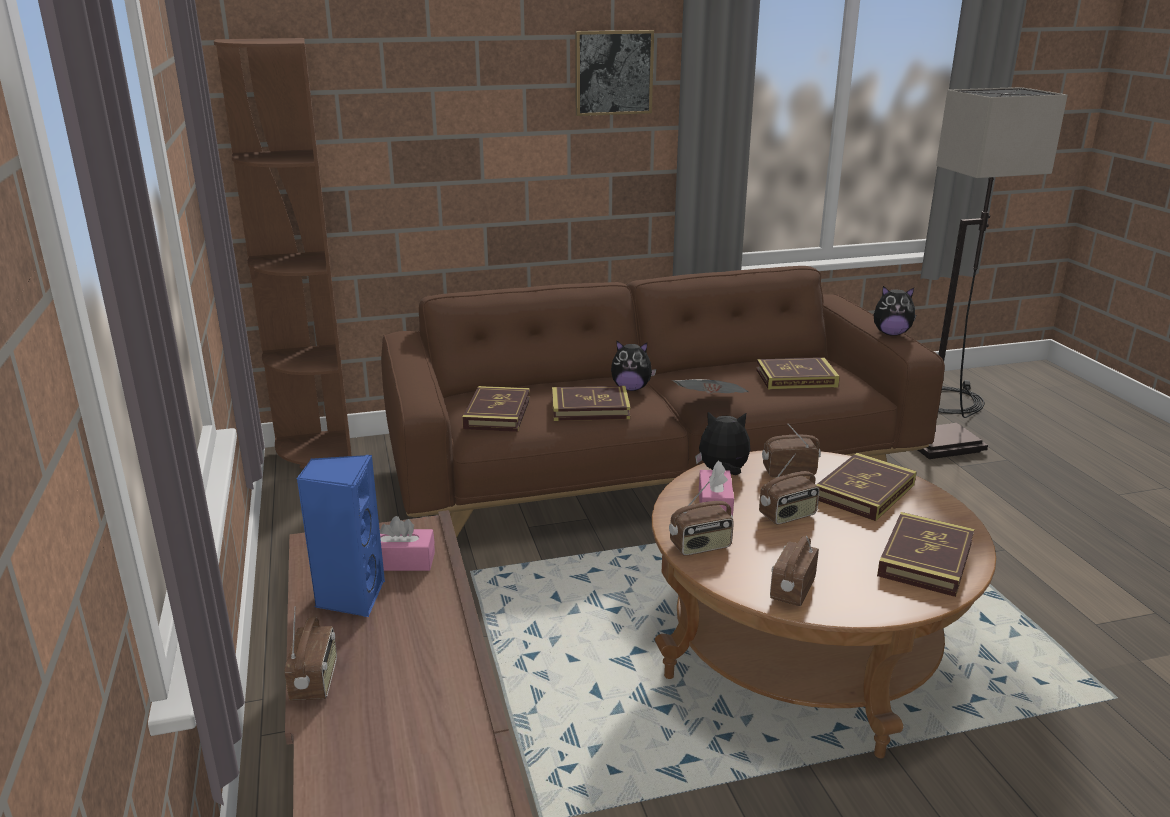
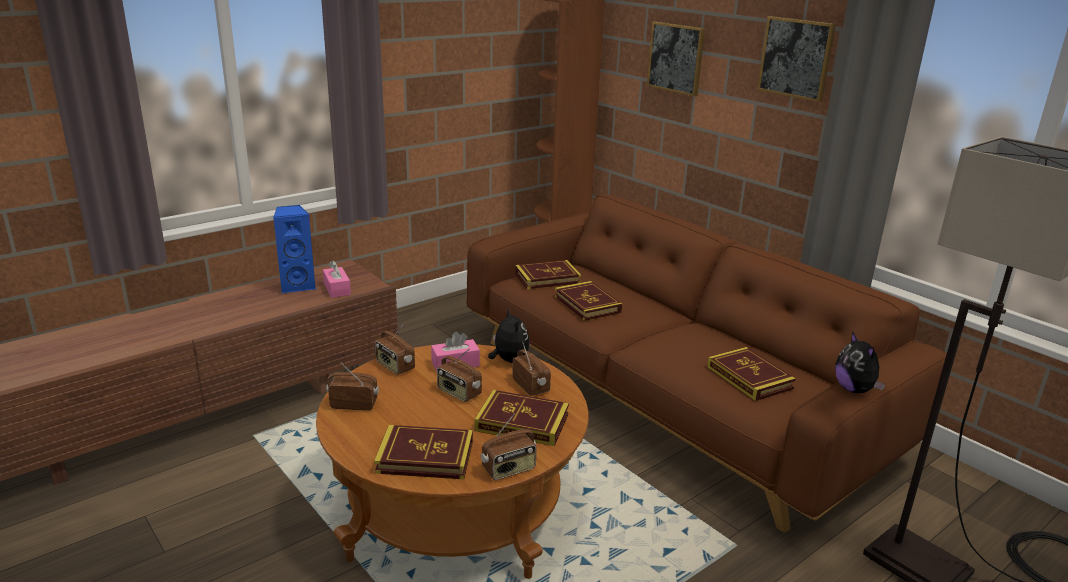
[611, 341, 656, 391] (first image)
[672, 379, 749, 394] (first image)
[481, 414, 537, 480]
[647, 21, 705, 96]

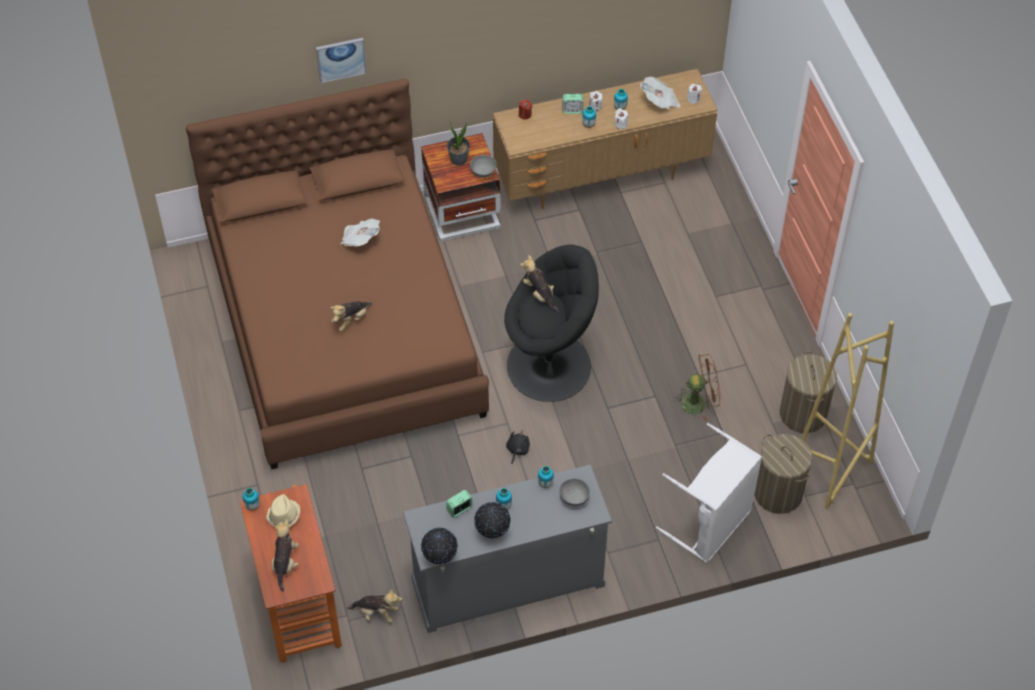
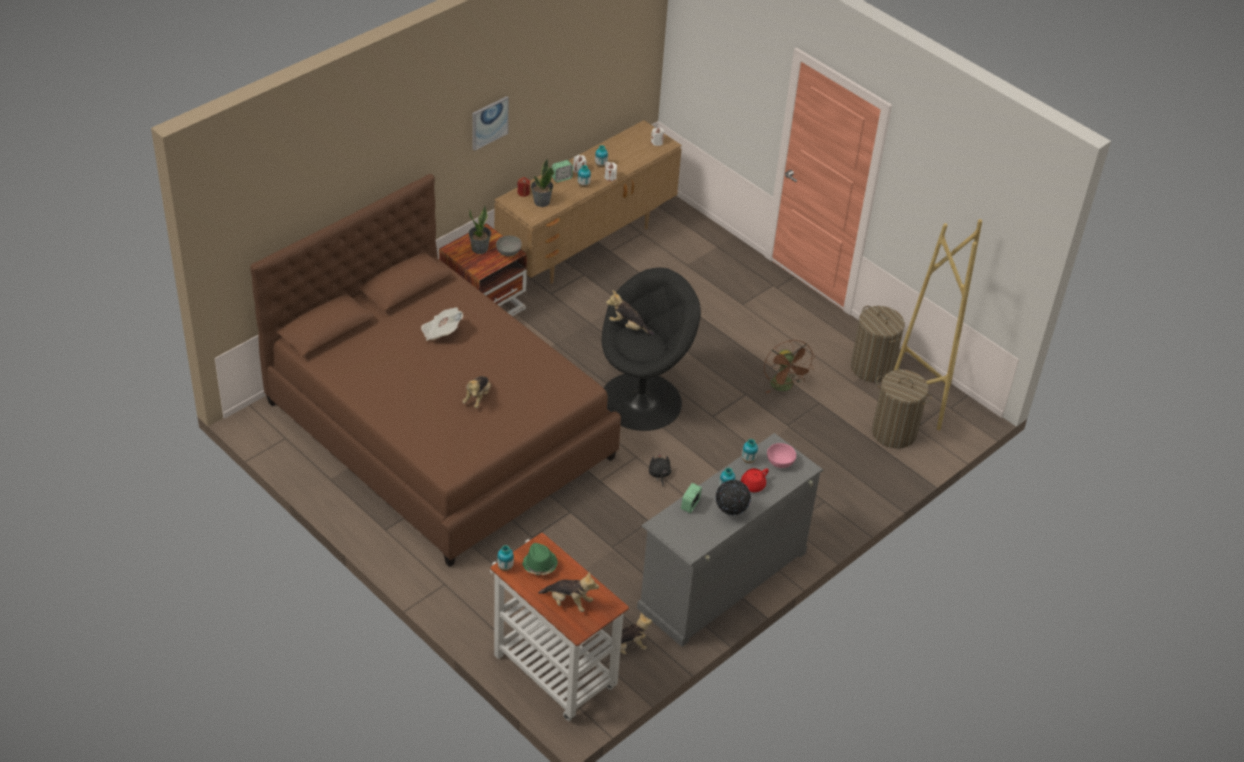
[472, 96, 509, 151]
[640, 77, 680, 109] (first image)
[764, 340, 815, 394]
[656, 423, 762, 563] (first image)
[767, 443, 796, 468]
[490, 533, 629, 721]
[522, 543, 558, 575]
[538, 571, 599, 612]
[421, 528, 458, 564] (first image)
[531, 159, 554, 207]
[741, 468, 769, 492]

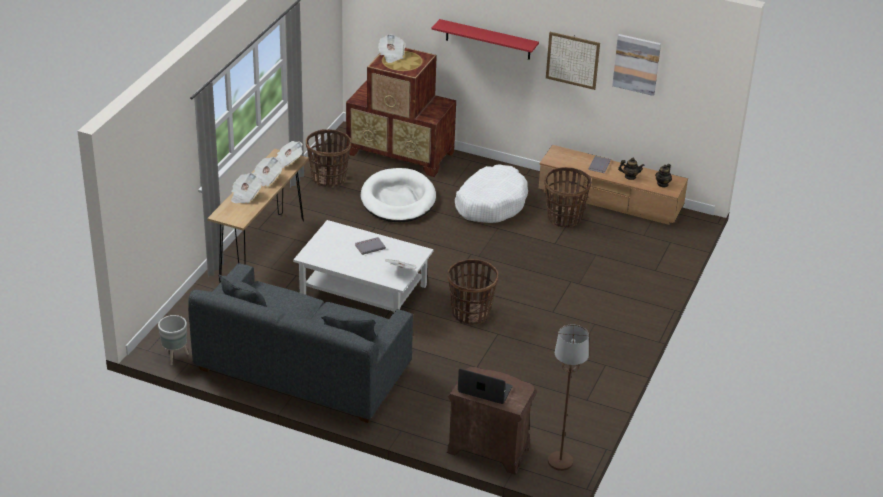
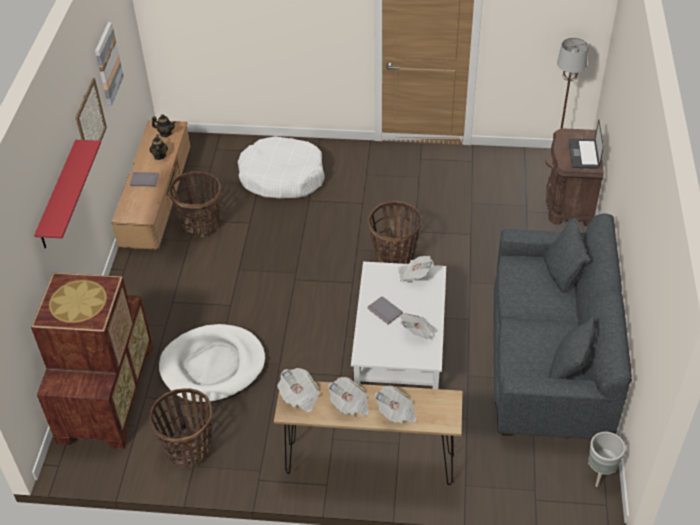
[400, 313, 438, 339]
[238, 136, 324, 198]

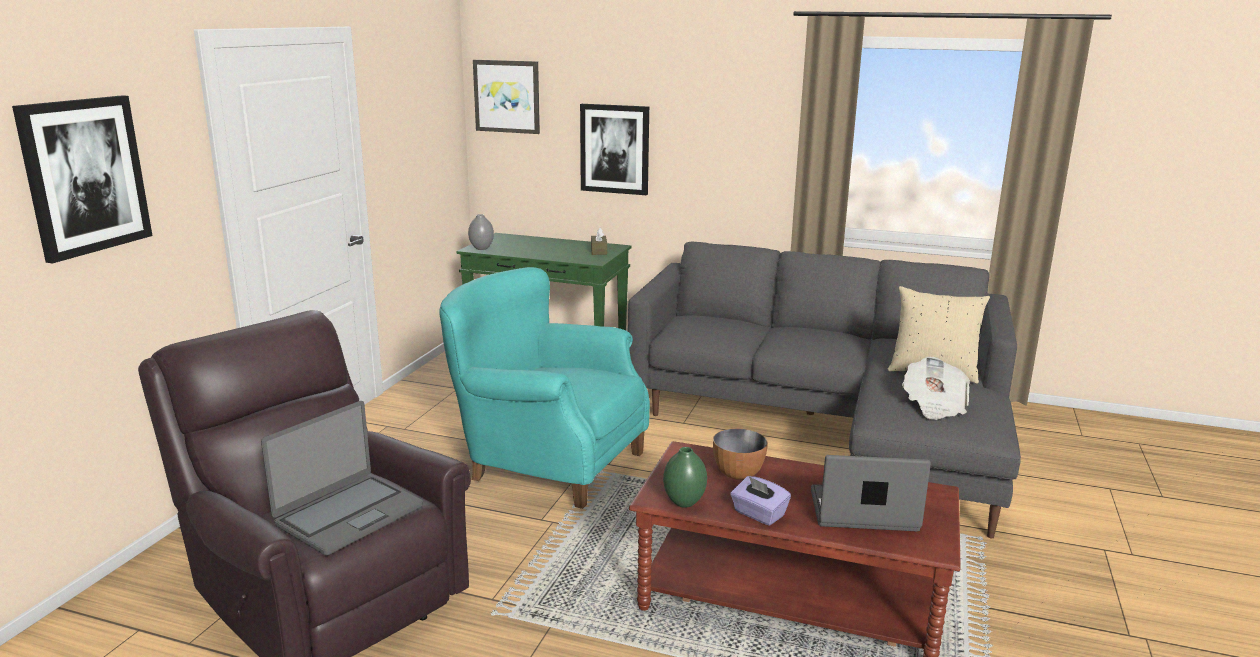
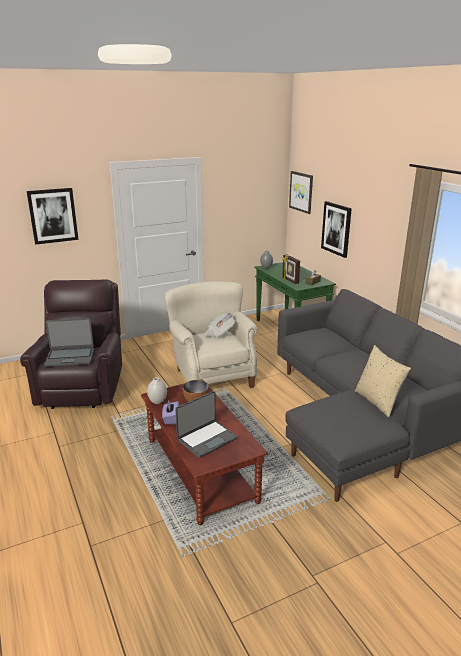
[165, 282, 258, 388]
[204, 313, 235, 338]
[147, 377, 167, 404]
[175, 391, 238, 458]
[282, 255, 300, 284]

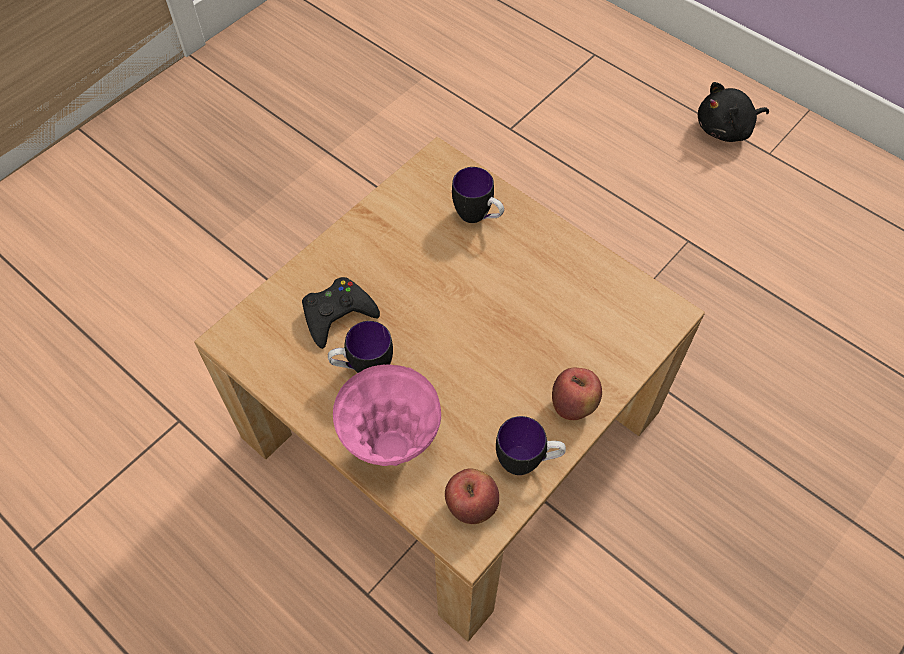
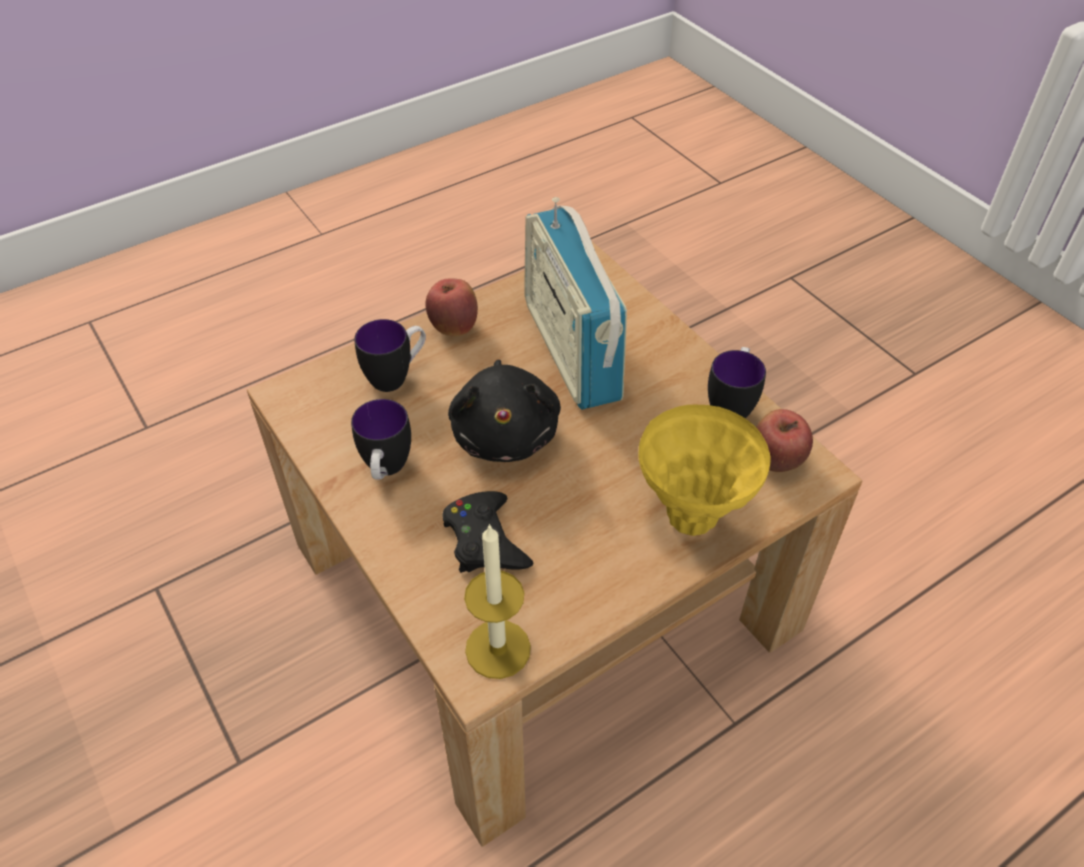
[448, 360, 561, 462]
[351, 399, 411, 480]
[638, 405, 771, 536]
[425, 279, 478, 336]
[524, 197, 627, 410]
[464, 524, 531, 679]

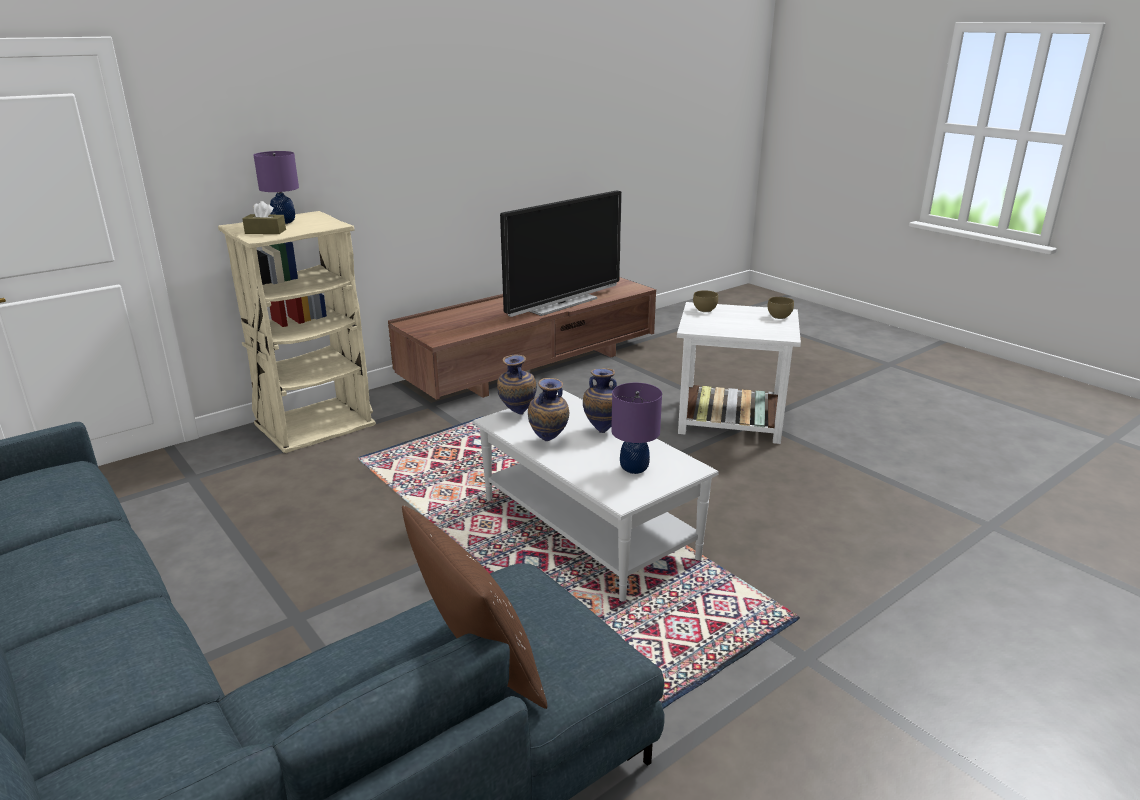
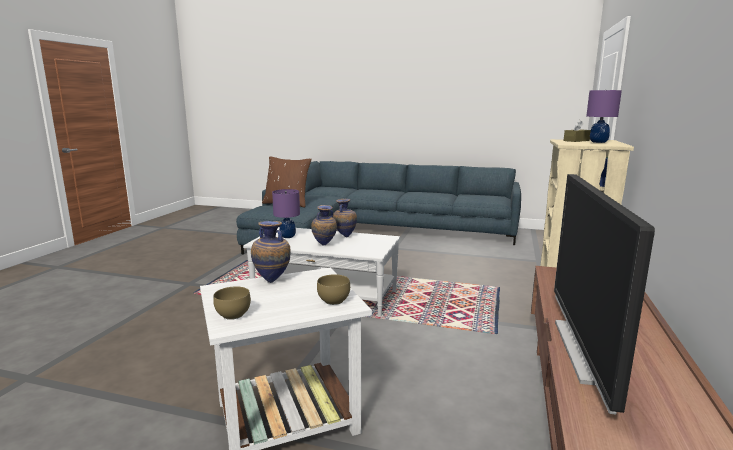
[251, 221, 290, 283]

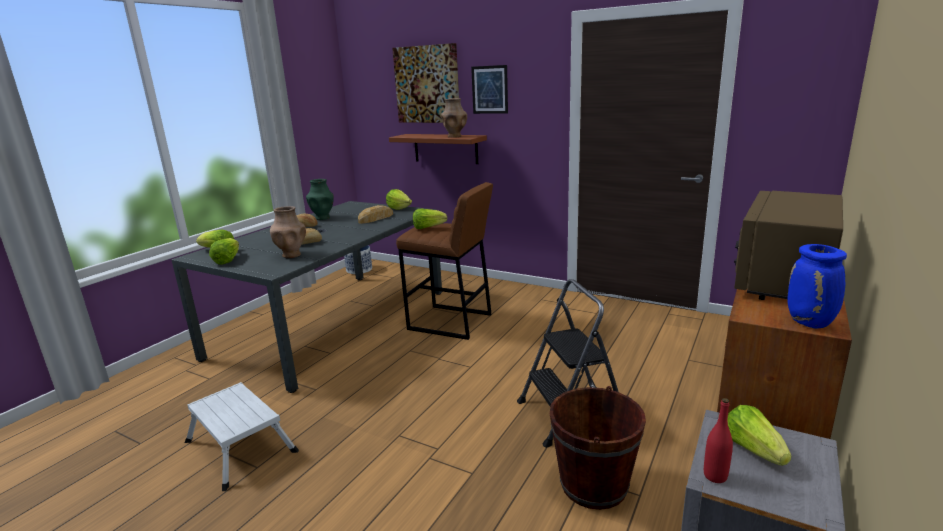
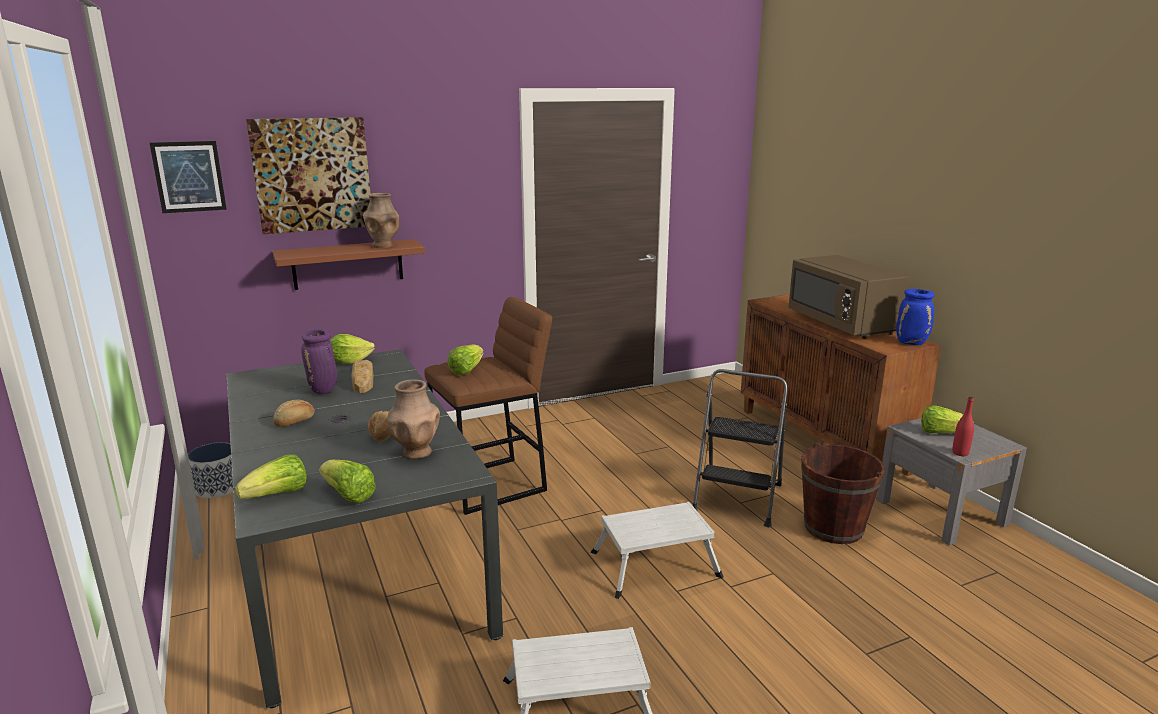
[150, 141, 227, 213]
[306, 179, 334, 220] (first image)
[301, 330, 337, 394]
[590, 502, 724, 599]

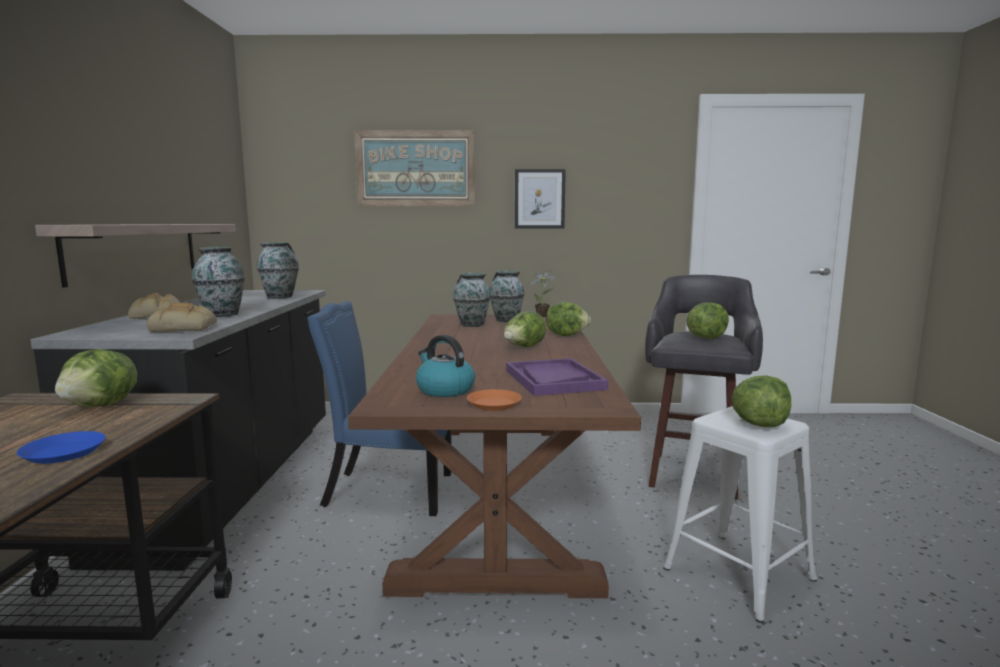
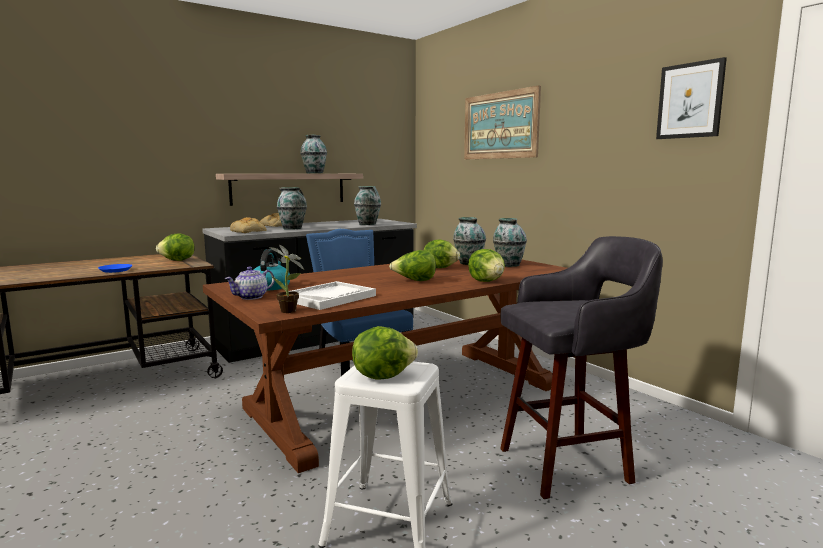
[656, 57, 727, 139]
[269, 244, 304, 313]
[424, 239, 460, 268]
[292, 281, 376, 310]
[225, 267, 275, 300]
[300, 134, 327, 173]

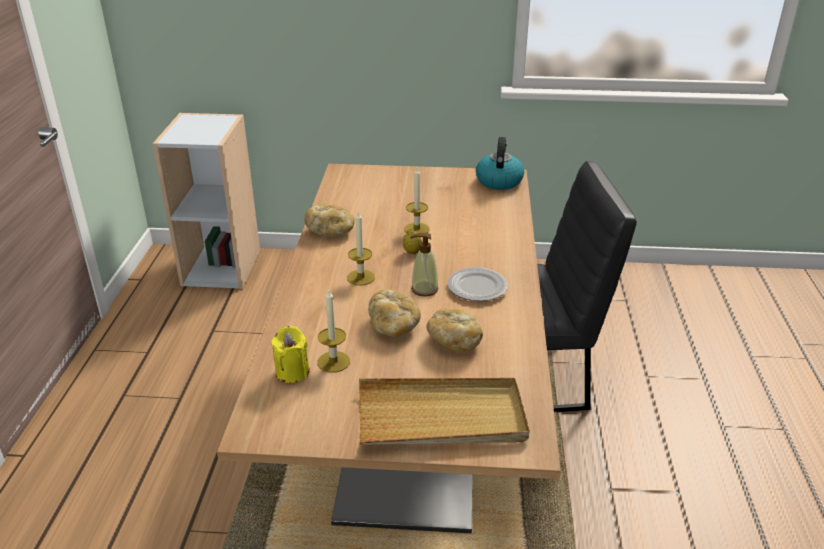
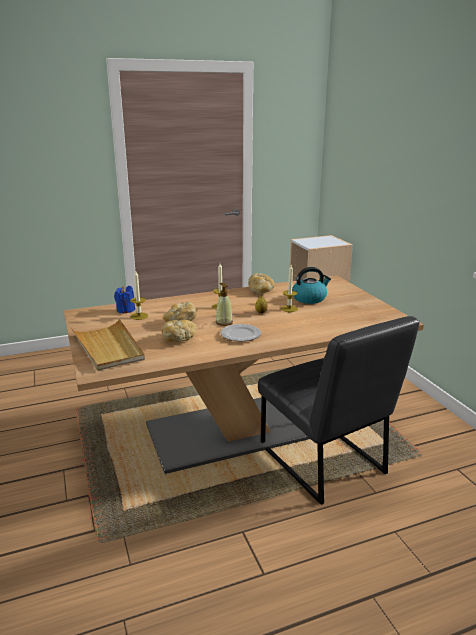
[292, 267, 331, 304]
[114, 285, 135, 314]

